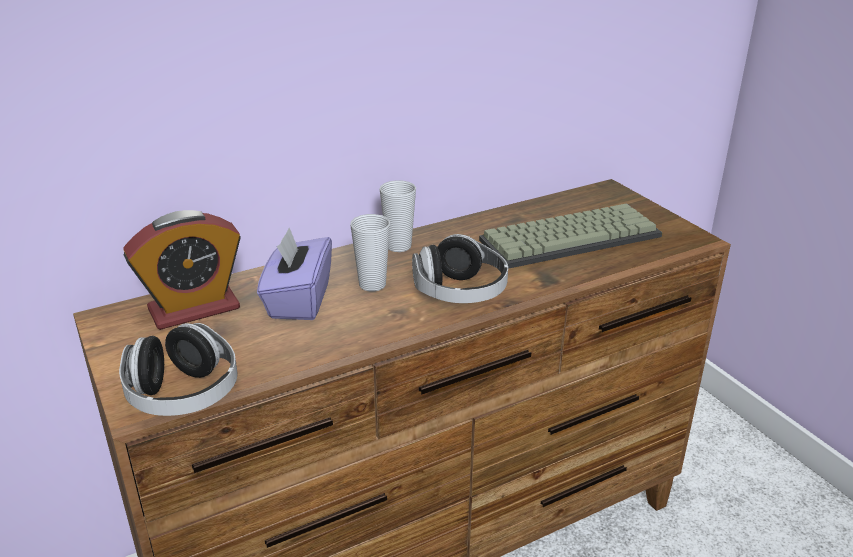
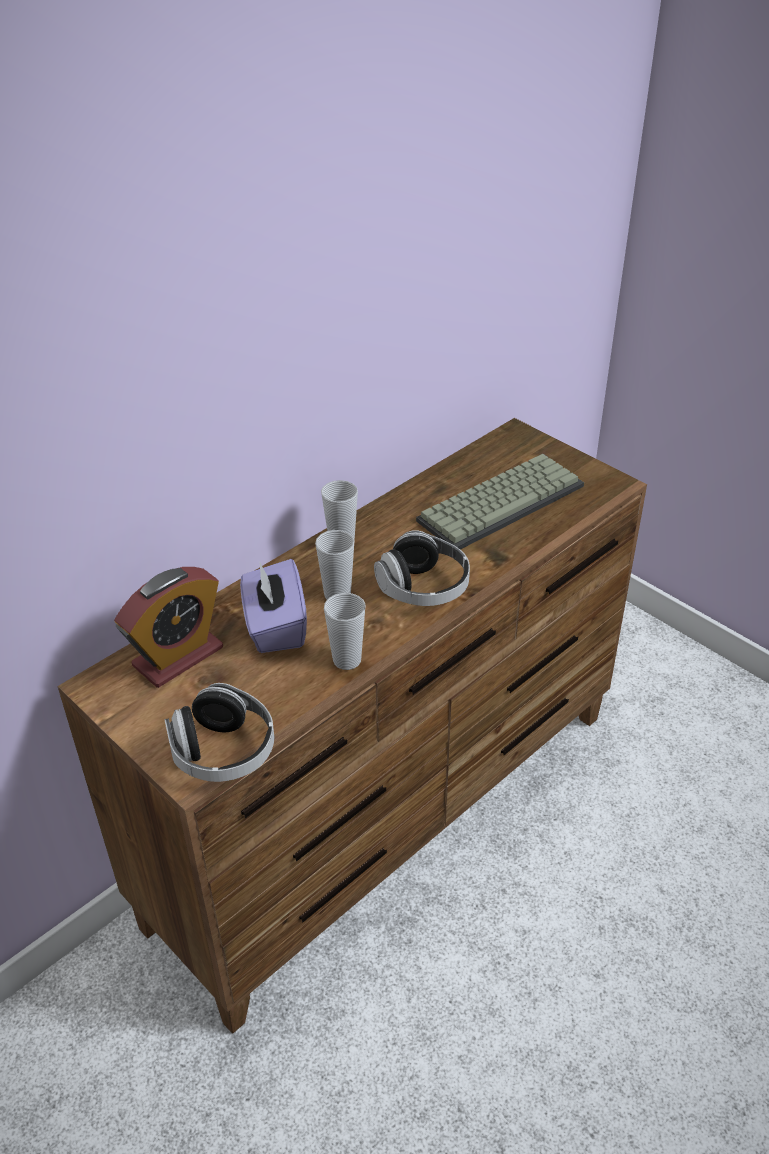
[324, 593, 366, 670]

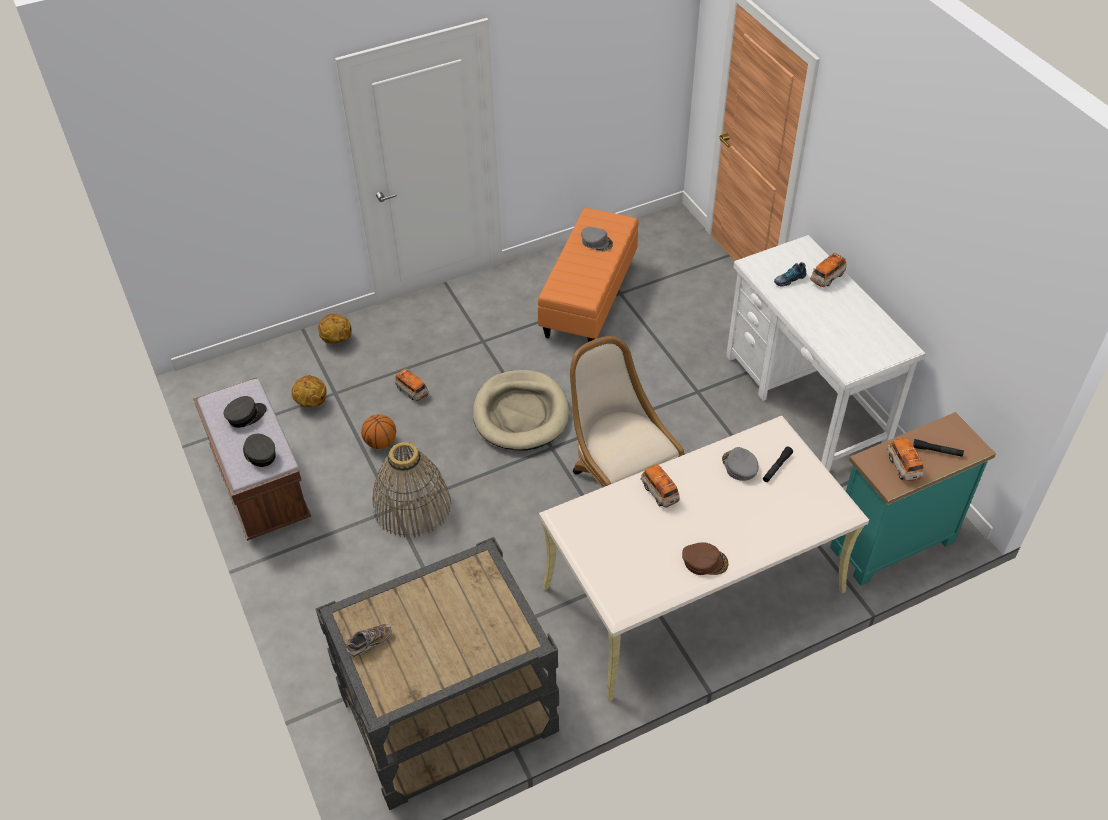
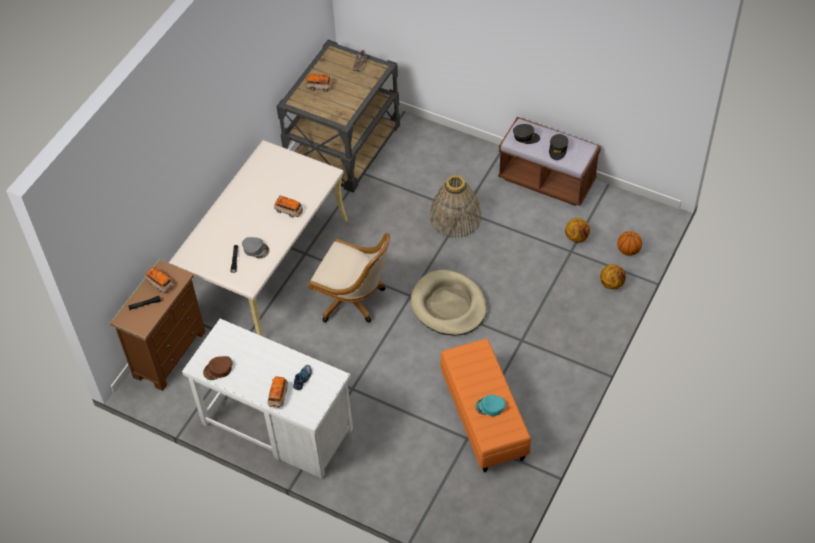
[475, 395, 506, 416]
[305, 74, 333, 92]
[110, 259, 205, 391]
[617, 231, 642, 256]
[203, 356, 232, 380]

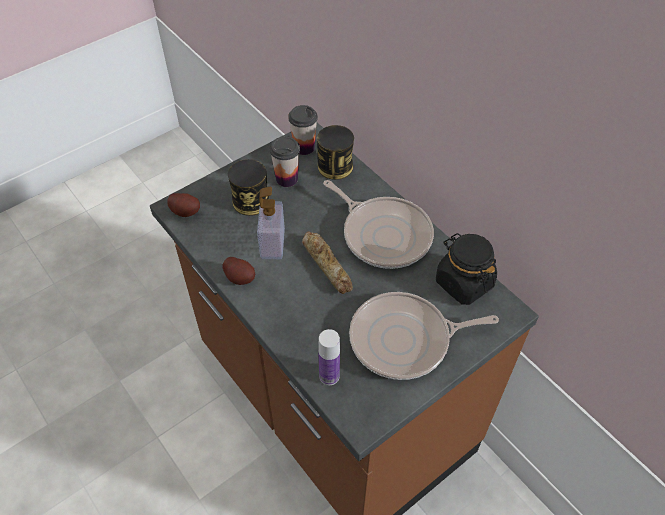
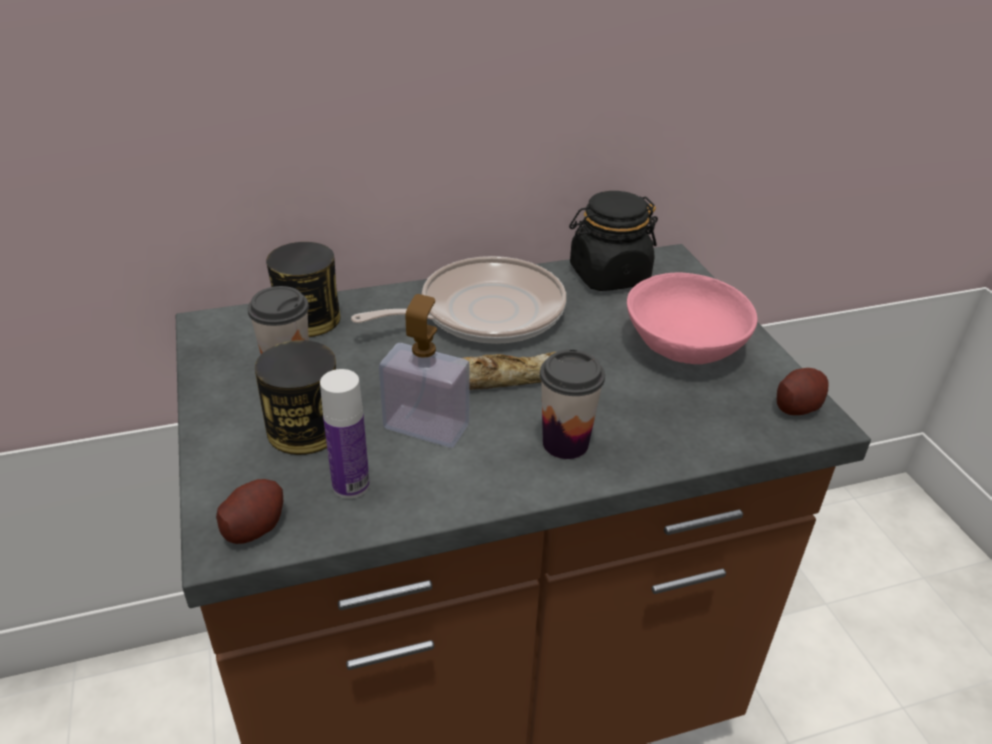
[540, 350, 605, 459]
[777, 368, 829, 415]
[627, 273, 757, 364]
[320, 369, 370, 499]

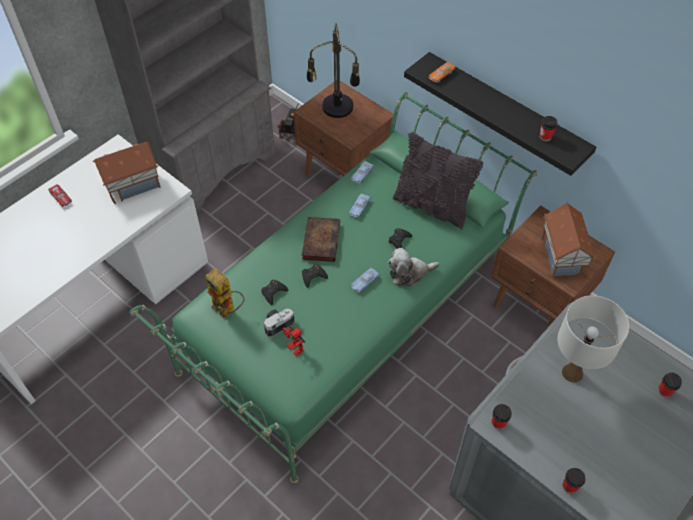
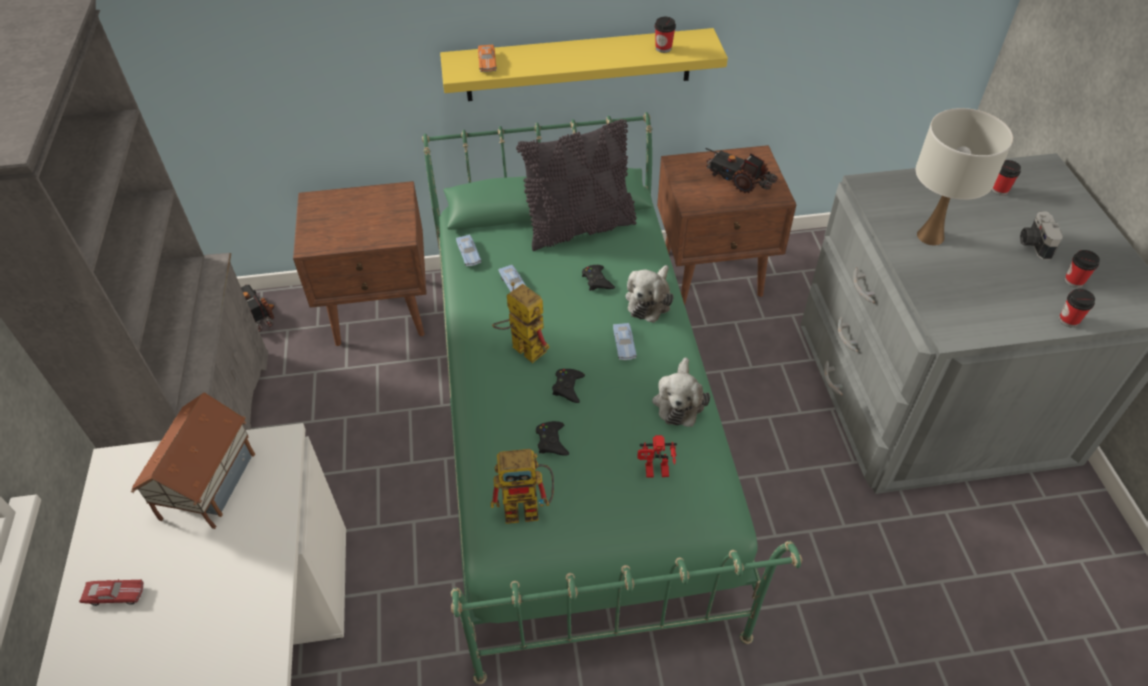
[307, 23, 360, 118] (first image)
[440, 28, 728, 101]
[706, 148, 778, 193]
[492, 282, 550, 363]
[1020, 211, 1063, 260]
[1065, 250, 1100, 288]
[652, 357, 710, 427]

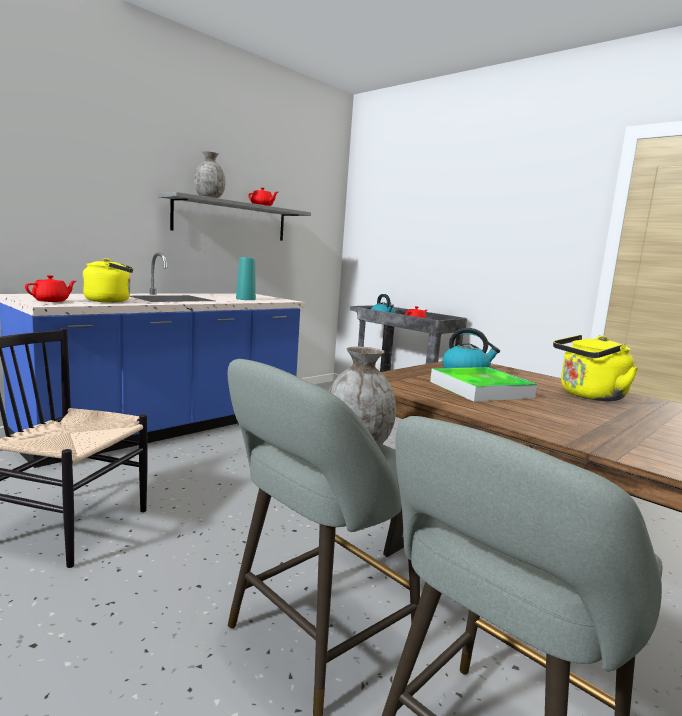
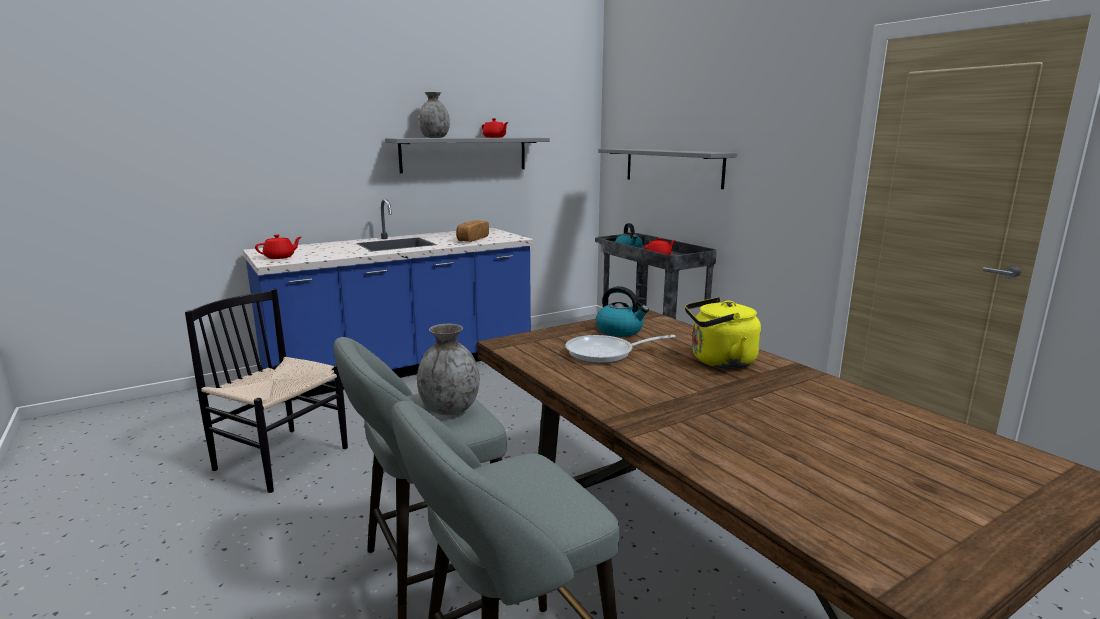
[456, 220, 489, 242]
[83, 258, 133, 302] (first image)
[565, 335, 676, 364]
[598, 148, 737, 189]

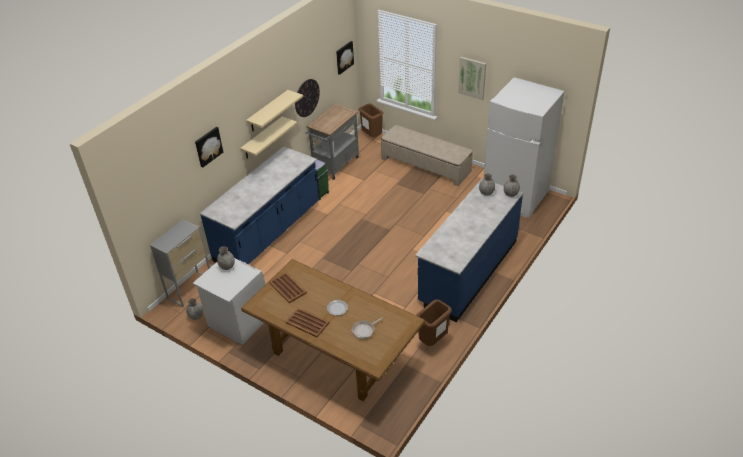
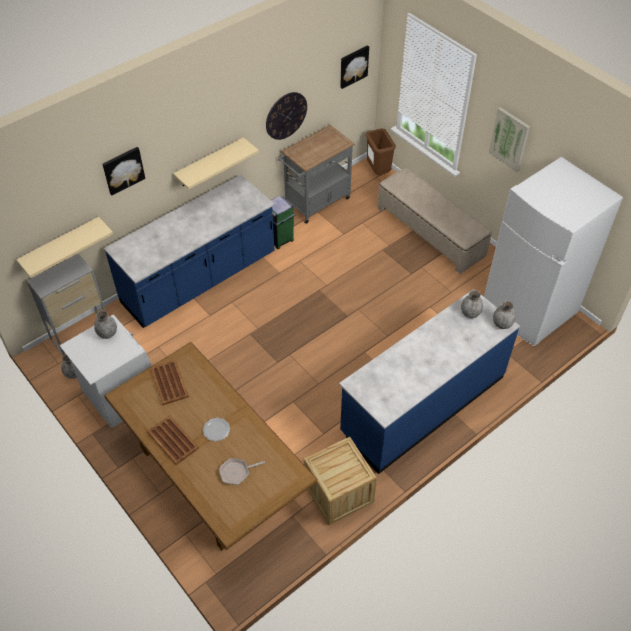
[16, 217, 113, 278]
[304, 437, 377, 525]

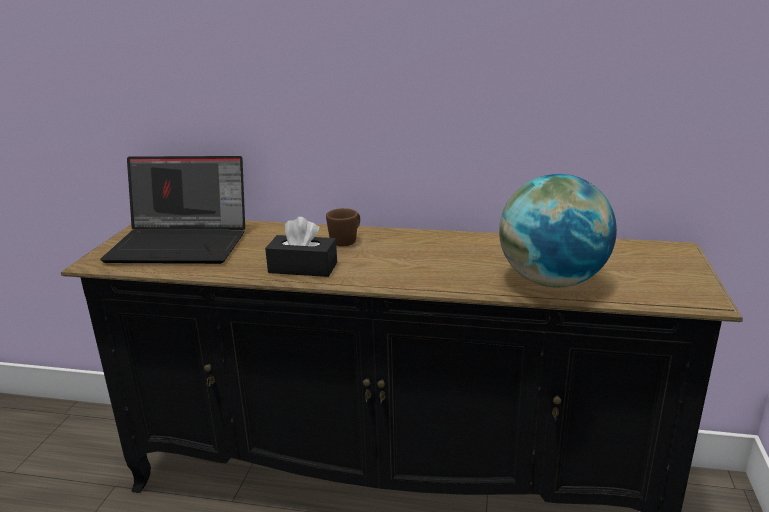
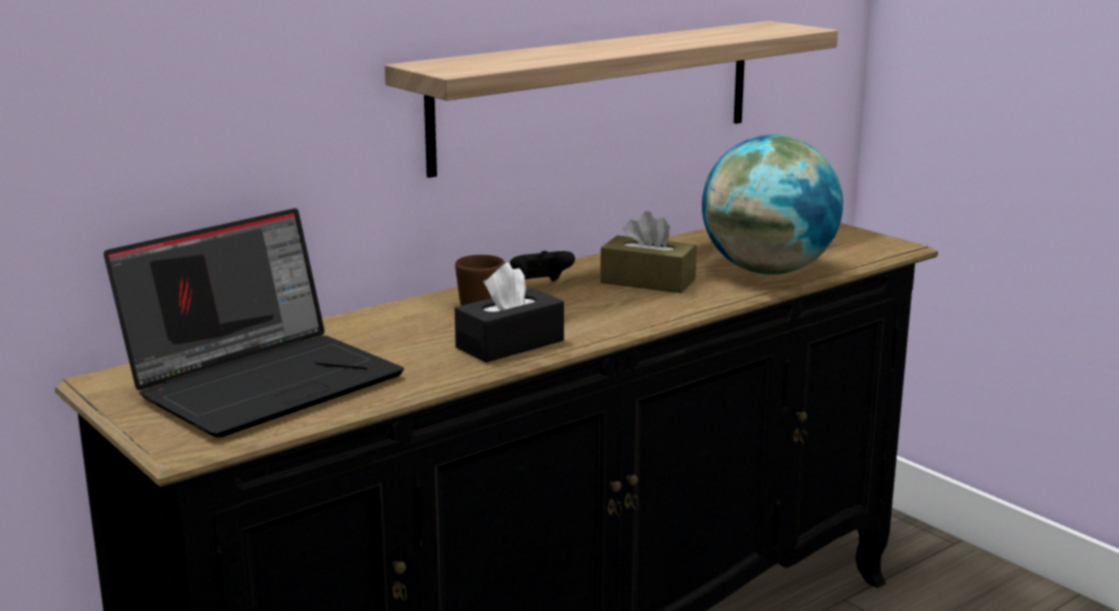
[385, 21, 838, 178]
[600, 211, 697, 293]
[510, 251, 575, 282]

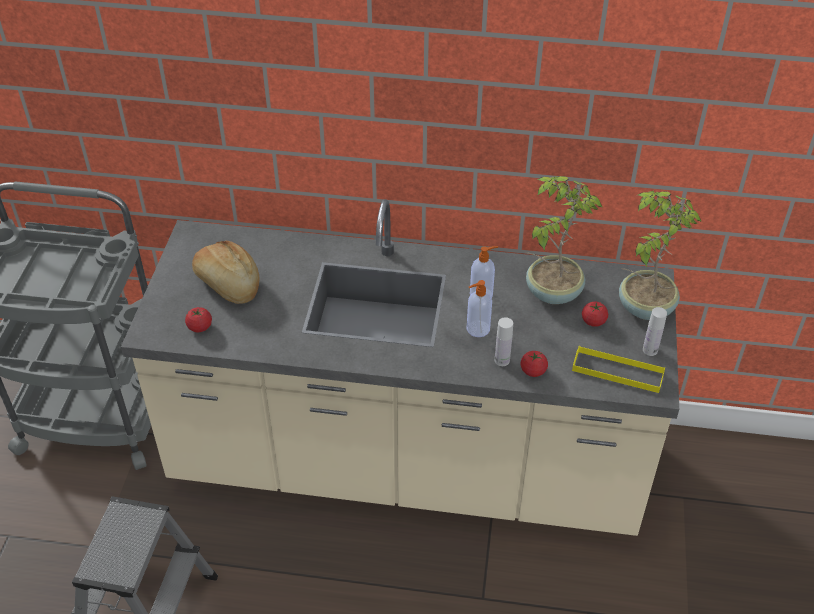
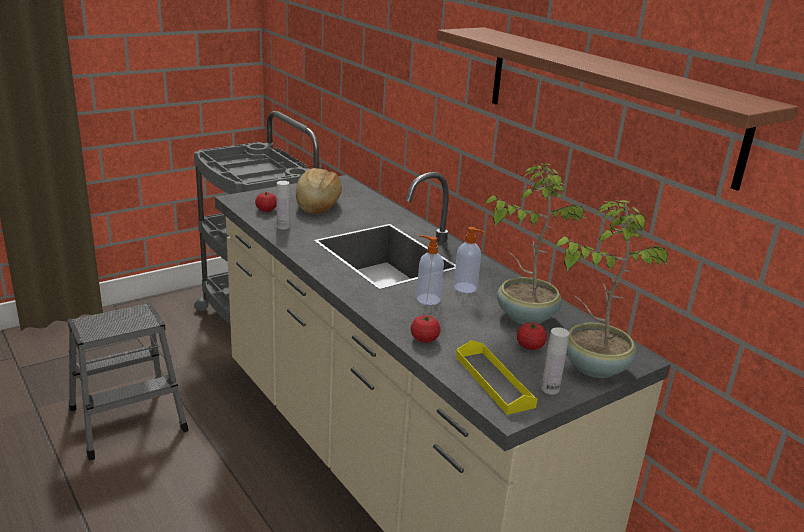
[276, 181, 290, 229]
[437, 27, 798, 191]

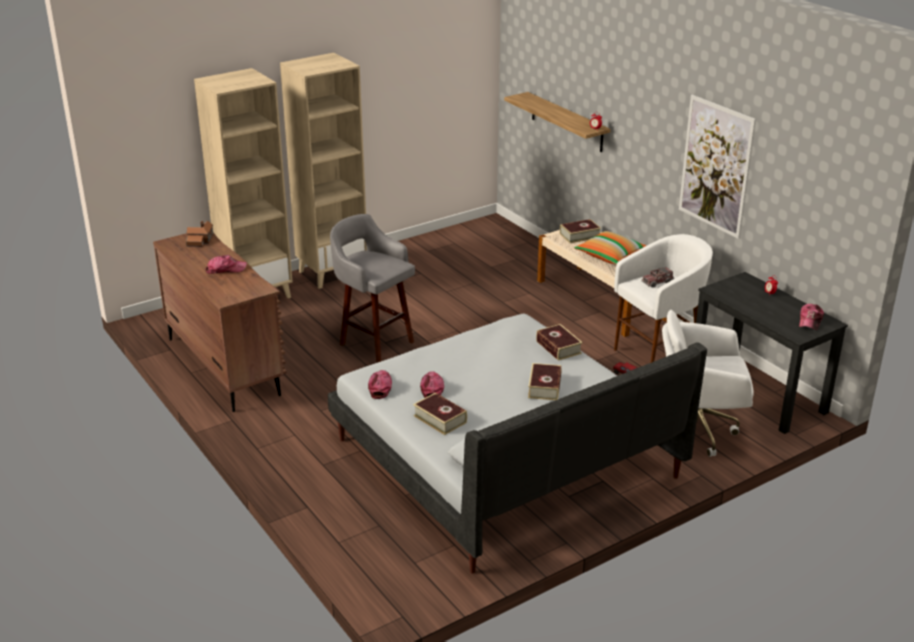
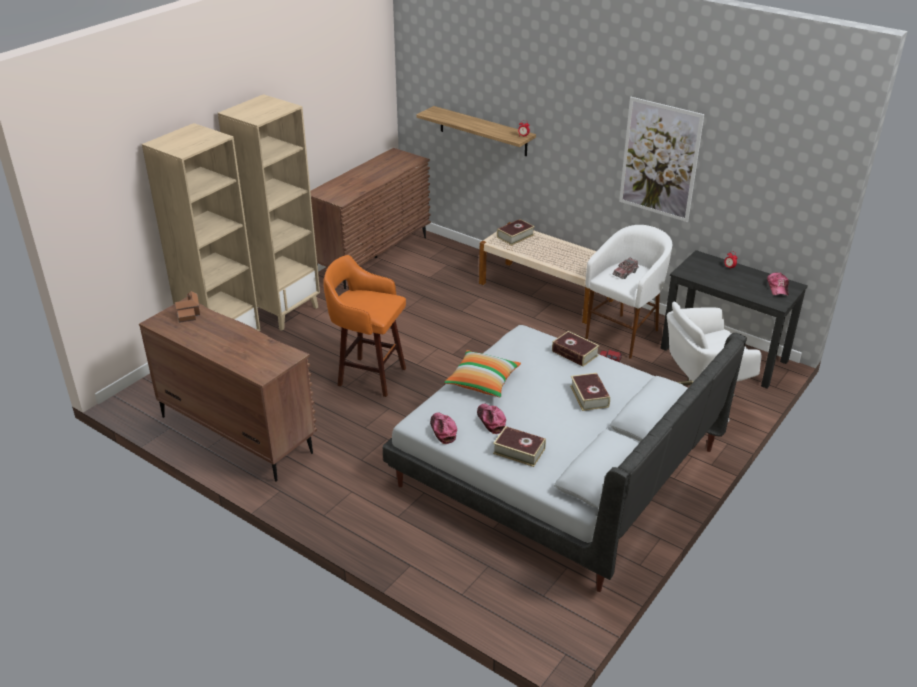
[323, 255, 406, 397]
[444, 350, 521, 398]
[206, 255, 247, 274] (first image)
[310, 148, 431, 289]

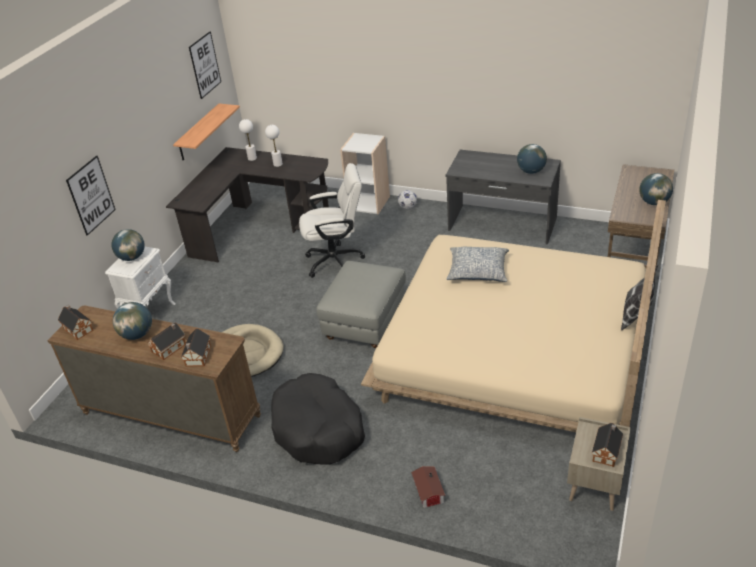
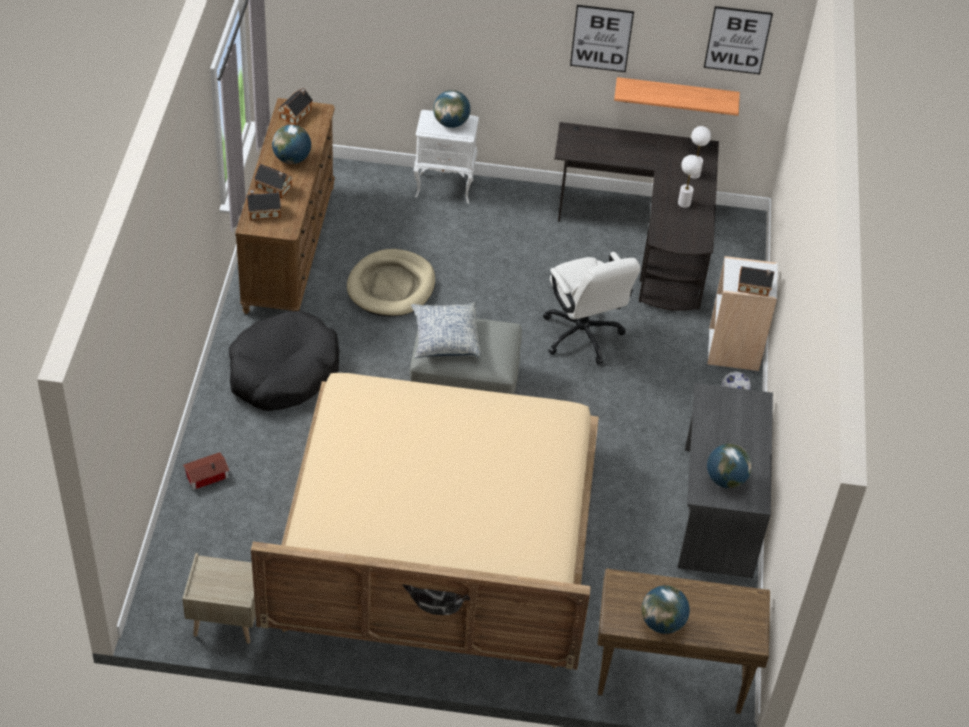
[570, 5, 634, 72]
[411, 302, 481, 358]
[738, 266, 774, 296]

